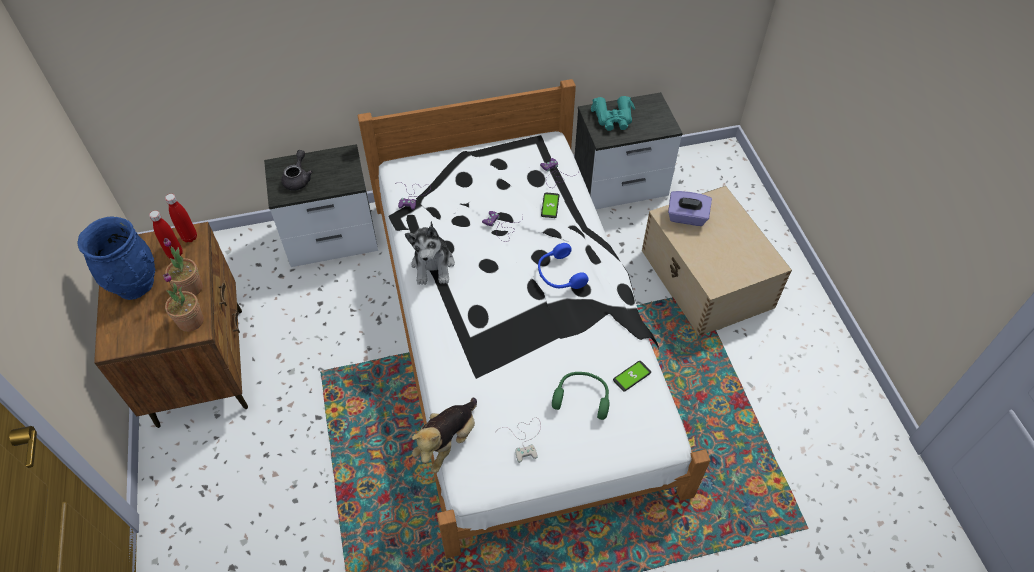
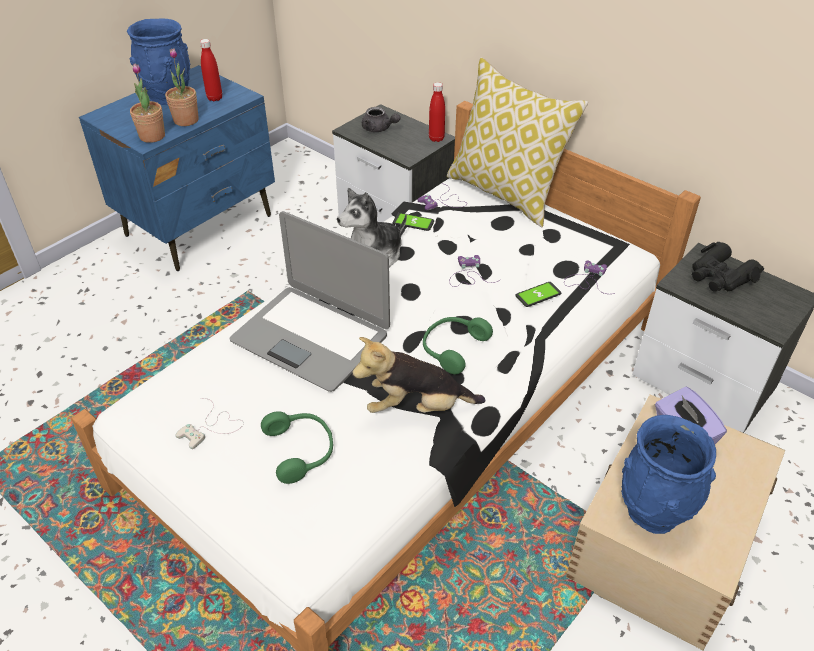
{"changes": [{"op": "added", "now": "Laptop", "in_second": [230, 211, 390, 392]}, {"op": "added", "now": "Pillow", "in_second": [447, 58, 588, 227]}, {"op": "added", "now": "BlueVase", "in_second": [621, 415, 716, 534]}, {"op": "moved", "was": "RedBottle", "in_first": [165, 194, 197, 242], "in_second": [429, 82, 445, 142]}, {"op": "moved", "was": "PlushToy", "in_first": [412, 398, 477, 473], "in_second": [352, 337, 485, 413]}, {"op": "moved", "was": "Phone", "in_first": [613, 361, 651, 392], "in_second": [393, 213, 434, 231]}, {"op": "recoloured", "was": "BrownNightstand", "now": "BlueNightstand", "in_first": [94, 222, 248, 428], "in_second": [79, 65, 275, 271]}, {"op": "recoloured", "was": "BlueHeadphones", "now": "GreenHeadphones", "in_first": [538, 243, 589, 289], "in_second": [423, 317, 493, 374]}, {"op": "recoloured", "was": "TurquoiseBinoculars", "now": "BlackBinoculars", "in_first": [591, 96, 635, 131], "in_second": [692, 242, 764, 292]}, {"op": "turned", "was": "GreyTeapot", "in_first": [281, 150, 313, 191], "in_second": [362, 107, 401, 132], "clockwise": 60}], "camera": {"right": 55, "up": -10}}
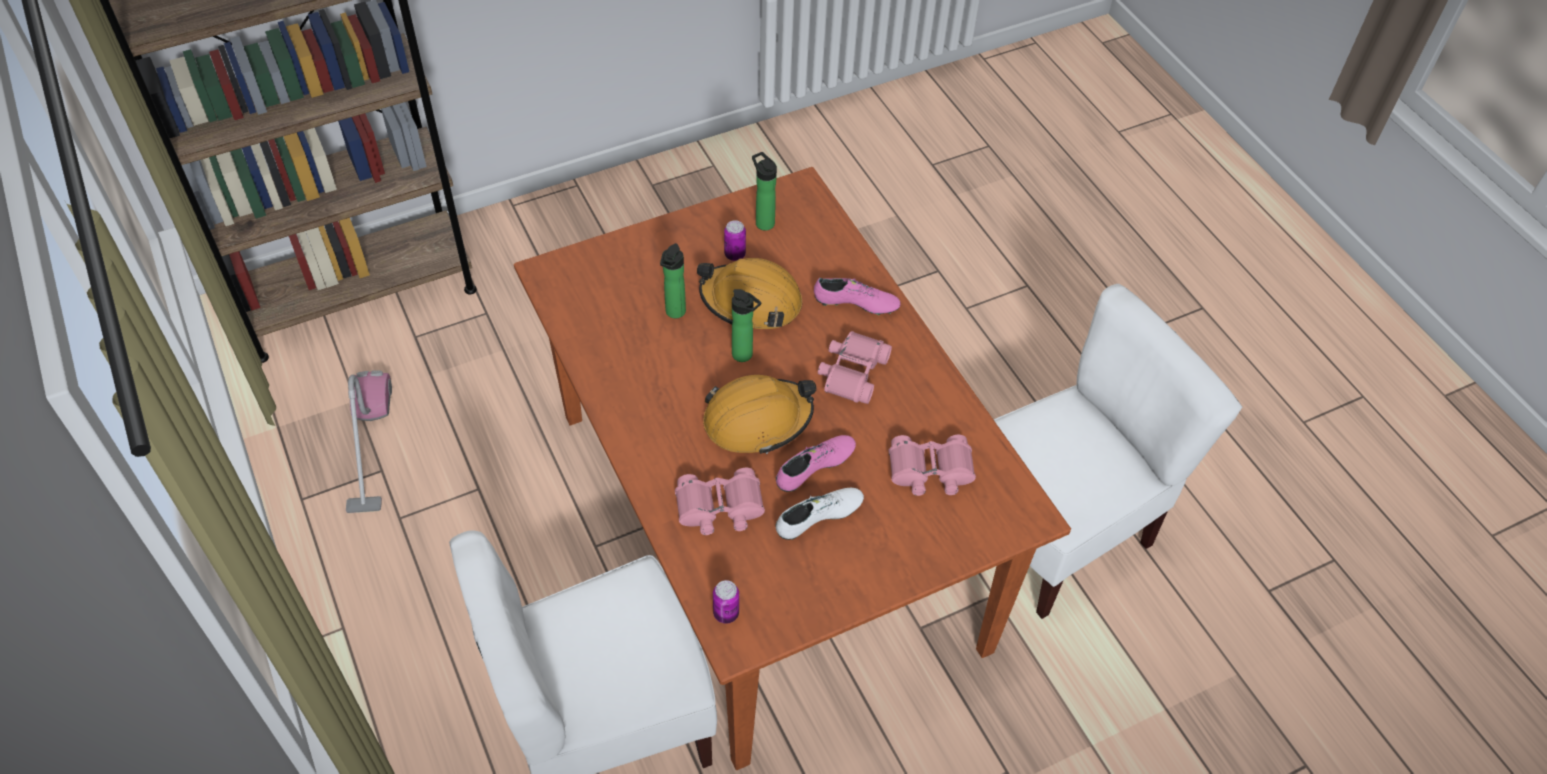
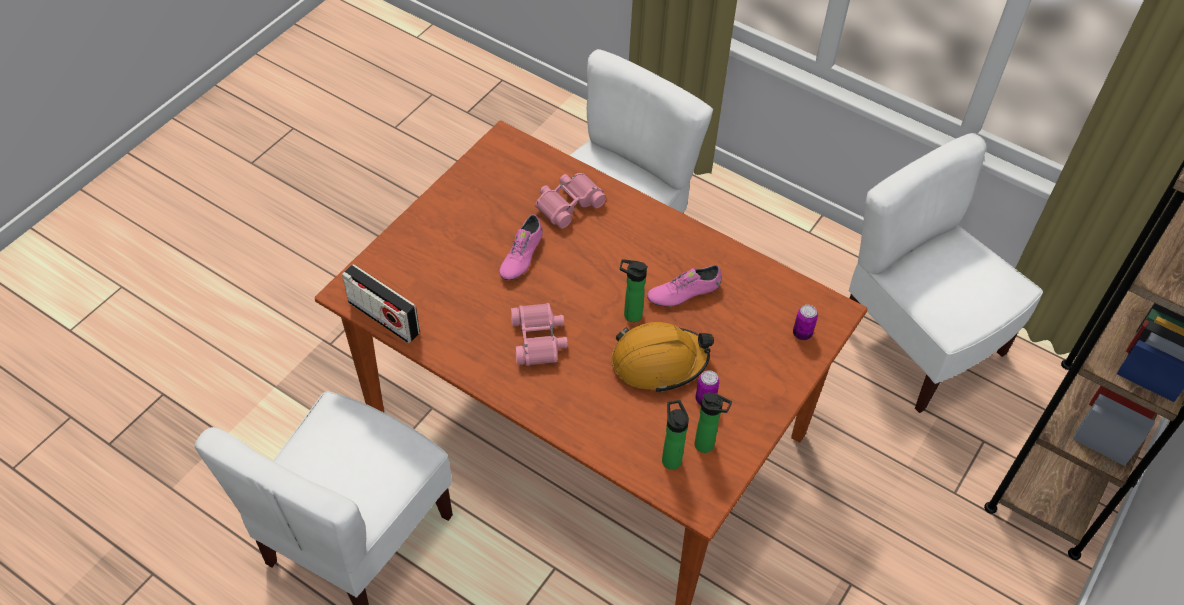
{"changes": [{"op": "removed", "was": "OrangeHardHat", "in_first": [703, 375, 816, 454]}, {"op": "removed", "was": "WhiteShoe", "in_first": [776, 488, 864, 540]}, {"op": "removed", "was": "PinkBinoculars", "in_first": [888, 435, 976, 496]}, {"op": "added", "now": "Radio", "in_second": [342, 264, 420, 343]}, {"op": "moved", "was": "Bottle", "in_first": [660, 243, 686, 318], "in_second": [662, 400, 689, 470]}, {"op": "moved", "was": "Can", "in_first": [713, 580, 739, 624], "in_second": [793, 304, 818, 340]}, {"op": "moved", "was": "PinkShoe", "in_first": [814, 278, 901, 315], "in_second": [647, 265, 722, 307]}, {"op": "replaced", "was": "VacuumCleaner", "now": "WhiteChair", "in_first": [346, 370, 392, 513], "in_second": [848, 133, 1043, 413]}], "camera": {"right": 150, "up": 0}}
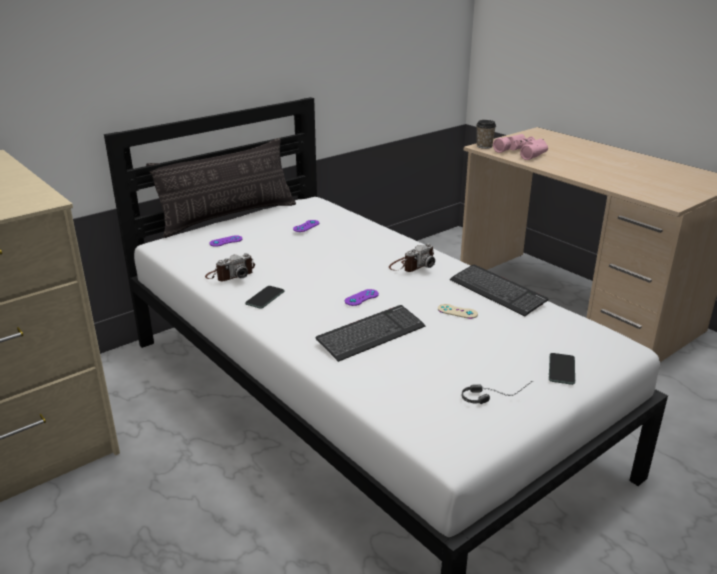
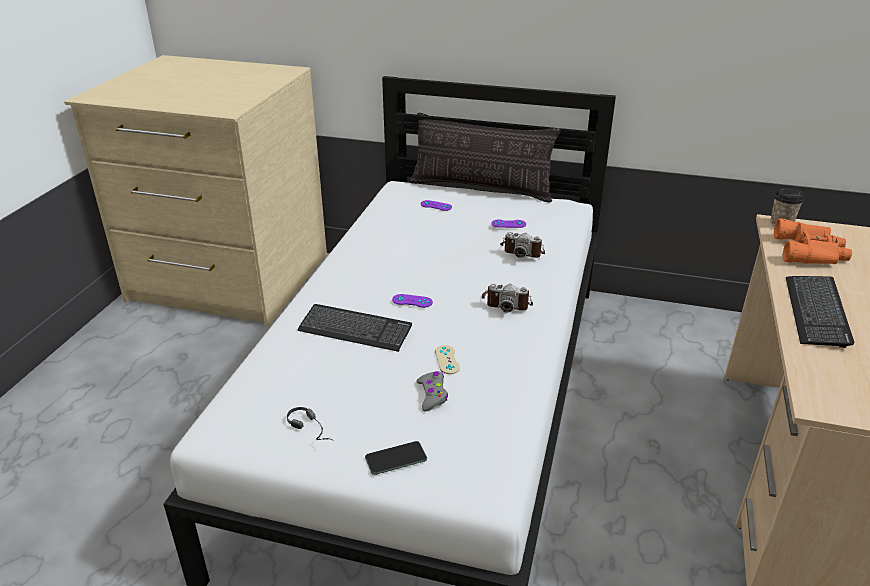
{"changes": [{"op": "removed", "was": "Phone", "in_first": [245, 286, 285, 309]}, {"op": "added", "now": "GreyGameController", "in_second": [416, 371, 448, 411]}, {"op": "moved", "was": "PhotoCamera", "in_first": [205, 253, 255, 281], "in_second": [500, 232, 545, 258]}, {"op": "moved", "was": "Keyboard", "in_first": [450, 265, 549, 316], "in_second": [786, 276, 854, 348]}, {"op": "recoloured", "was": "PinkBinoculars", "now": "OrangeBinoculars", "in_first": [493, 134, 548, 160], "in_second": [774, 218, 852, 264]}], "camera": {"right": 55, "up": 5}}
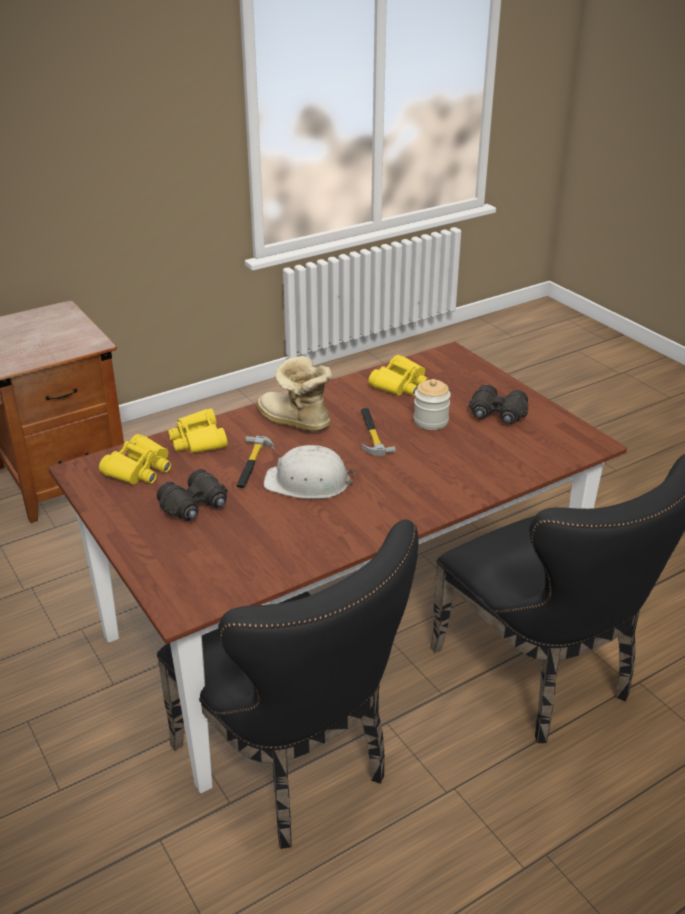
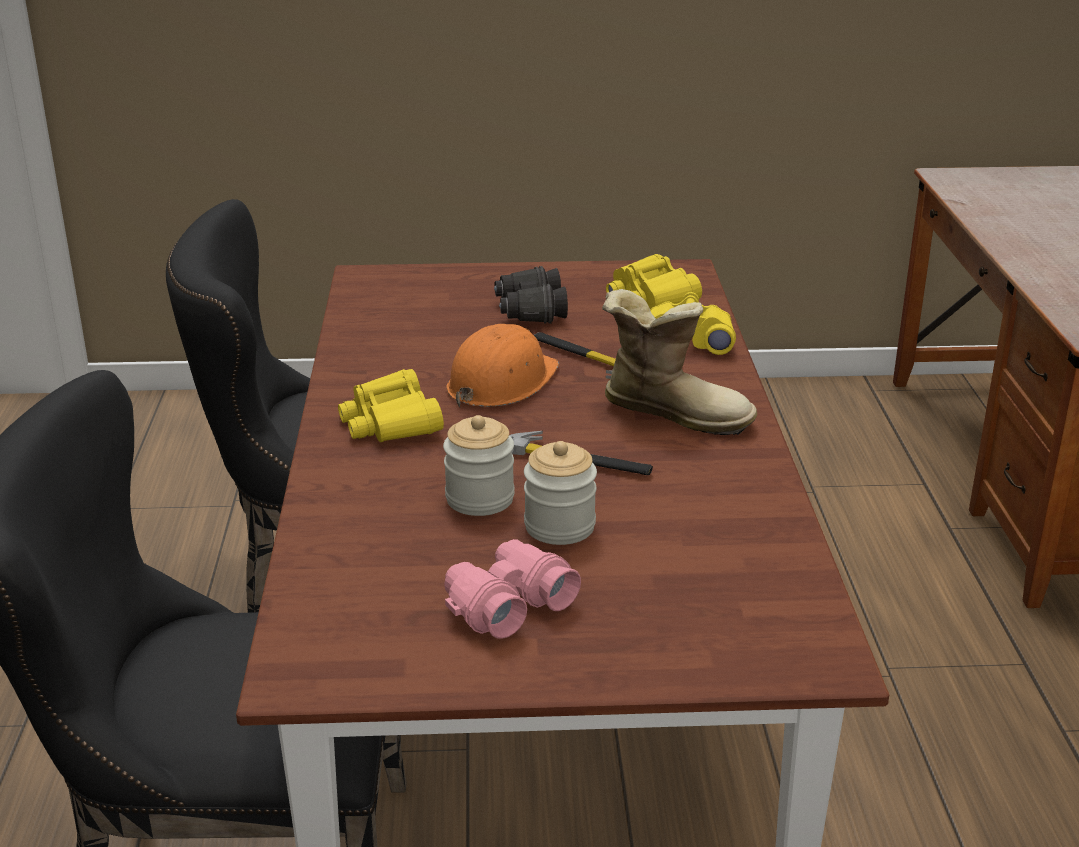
{"changes": [{"op": "added", "now": "Jar", "in_second": [443, 415, 515, 516]}, {"op": "moved", "was": "YellowBinoculars", "in_first": [368, 355, 429, 396], "in_second": [338, 369, 444, 442]}, {"op": "recoloured", "was": "WhiteHardHat", "now": "OrangeHardHat", "in_first": [264, 445, 355, 499], "in_second": [446, 324, 559, 408]}, {"op": "recoloured", "was": "BlackBinoculars", "now": "PinkBinoculars", "in_first": [469, 385, 528, 424], "in_second": [444, 539, 581, 639]}, {"op": "turned", "was": "Boot", "in_first": [257, 356, 333, 432], "in_second": [602, 289, 757, 436], "clockwise": 45}], "camera": {"right": 120, "up": -5}}
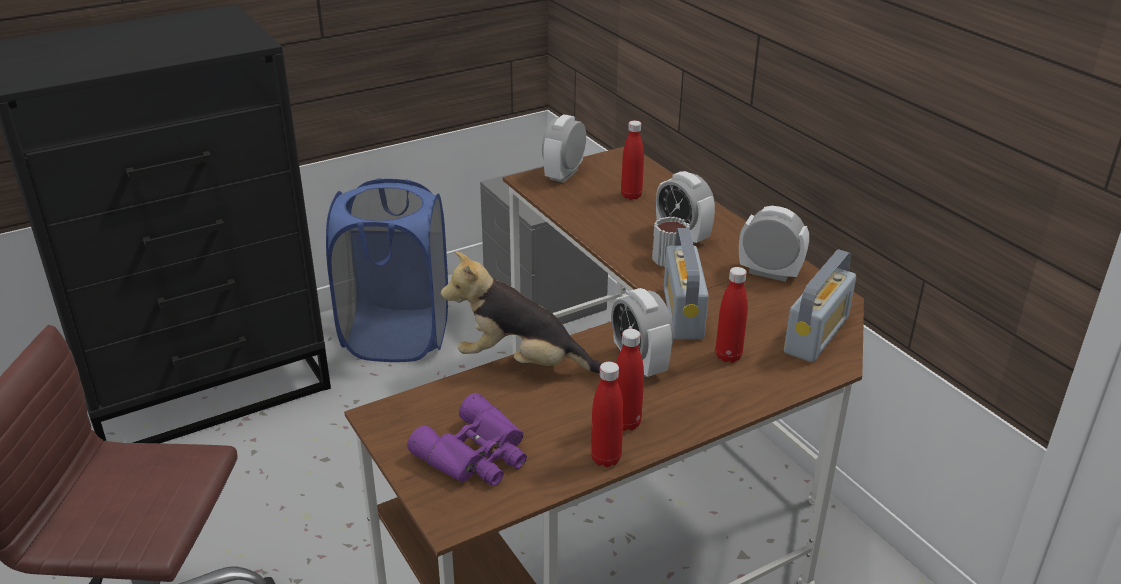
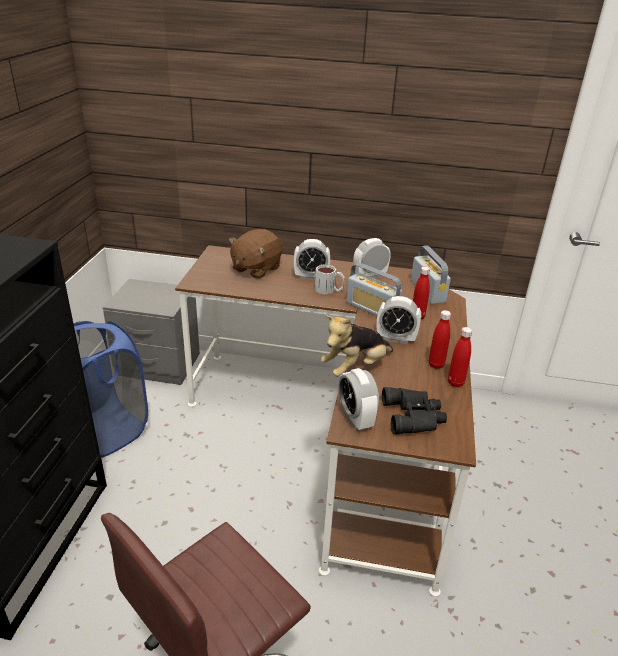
{"changes": [{"op": "moved", "was": "AlarmClock", "in_first": [542, 115, 586, 183], "in_second": [339, 368, 379, 430]}, {"op": "replaced", "was": "RedBottle", "now": "BrownPlushToy", "in_first": [621, 120, 644, 200], "in_second": [229, 229, 283, 279]}, {"op": "recoloured", "was": "PurpleBinoculars", "now": "BlackBinoculars", "in_first": [407, 393, 527, 486], "in_second": [382, 387, 447, 434]}], "camera": {"right": -50, "up": 0}}
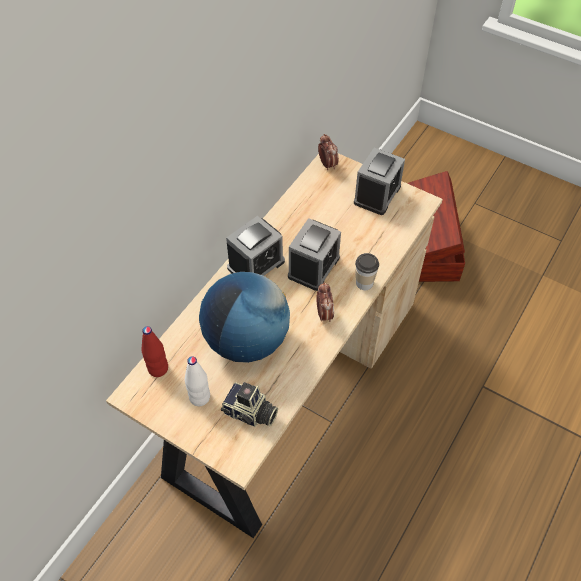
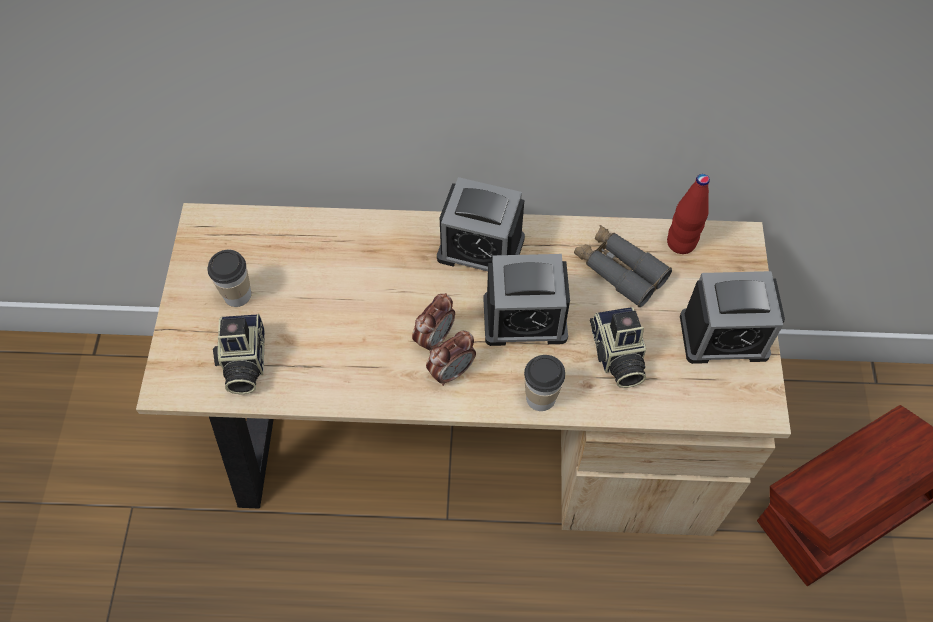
{"changes": [{"op": "removed", "was": "Globe", "in_first": [199, 272, 290, 363]}, {"op": "added", "now": "GreyBinoculars", "in_second": [574, 225, 672, 307]}, {"op": "added", "now": "PhotoCamera", "in_second": [590, 307, 646, 388]}, {"op": "moved", "was": "RedBottle", "in_first": [141, 326, 168, 377], "in_second": [667, 174, 710, 254]}, {"op": "moved", "was": "AlarmClock", "in_first": [318, 134, 339, 170], "in_second": [412, 293, 455, 352]}, {"op": "replaced", "was": "WhiteBottle", "now": "Cup", "in_first": [185, 356, 210, 406], "in_second": [207, 250, 251, 307]}], "camera": {"right": 60, "up": 5}}
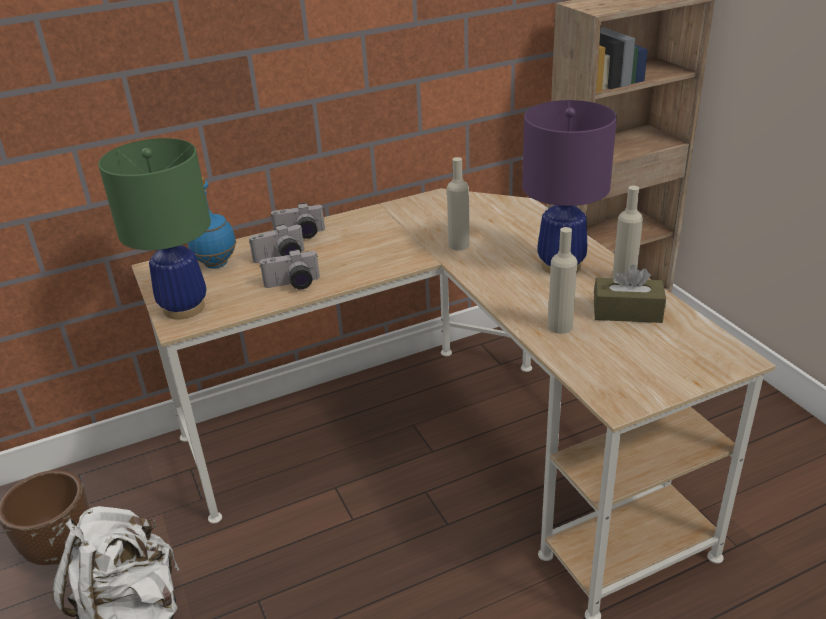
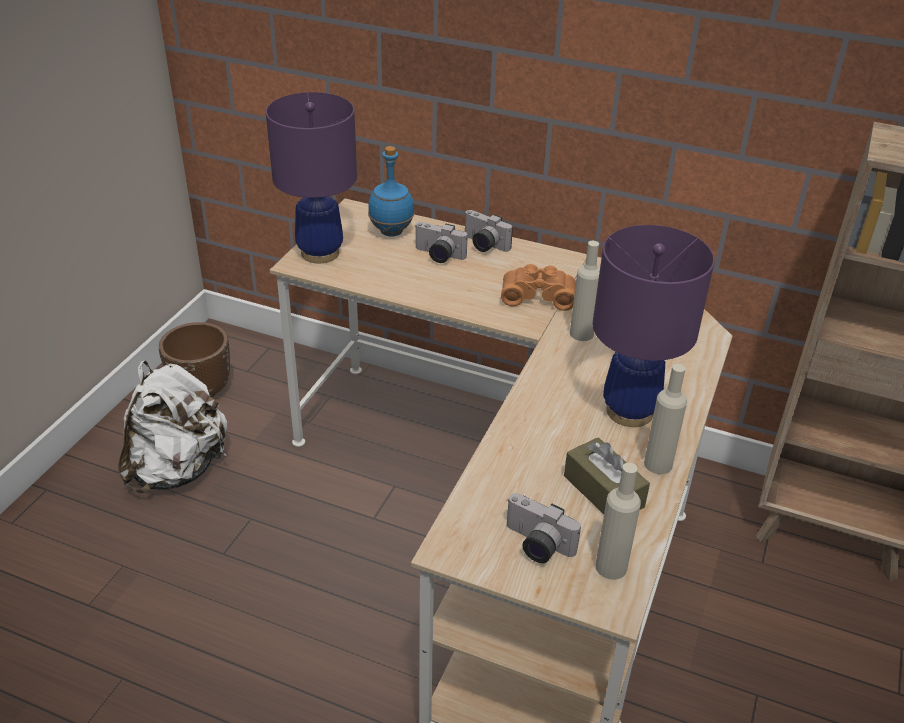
{"changes": [{"op": "added", "now": "OrangeBinoculars", "in_second": [501, 264, 576, 311]}, {"op": "moved", "was": "PhotoCamera", "in_first": [260, 249, 320, 290], "in_second": [507, 493, 581, 563]}, {"op": "moved", "was": "BeigeBottle", "in_first": [548, 227, 578, 334], "in_second": [595, 463, 641, 580]}, {"op": "recoloured", "was": "GreenTableLamp", "now": "PurpleTableLamp", "in_first": [98, 138, 211, 319], "in_second": [266, 92, 357, 263]}], "camera": {"right": 45, "up": 5}}
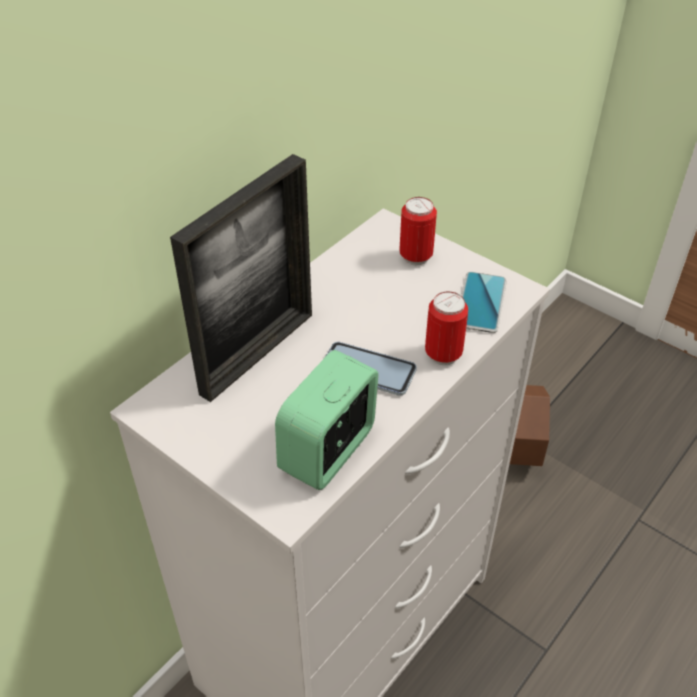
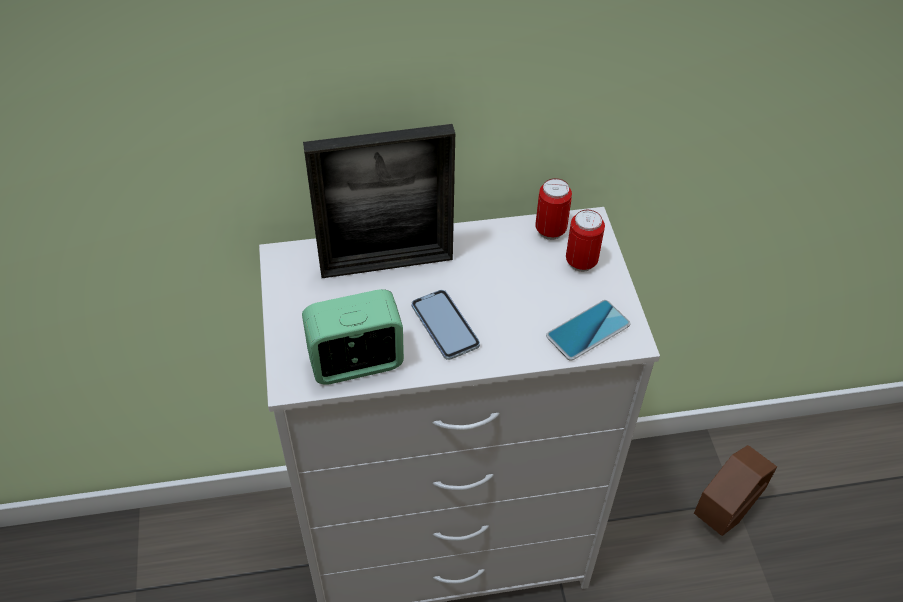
{"changes": [{"op": "moved", "was": "Can", "in_first": [425, 292, 468, 365], "in_second": [535, 178, 572, 240]}], "camera": {"right": 40, "up": 5}}
